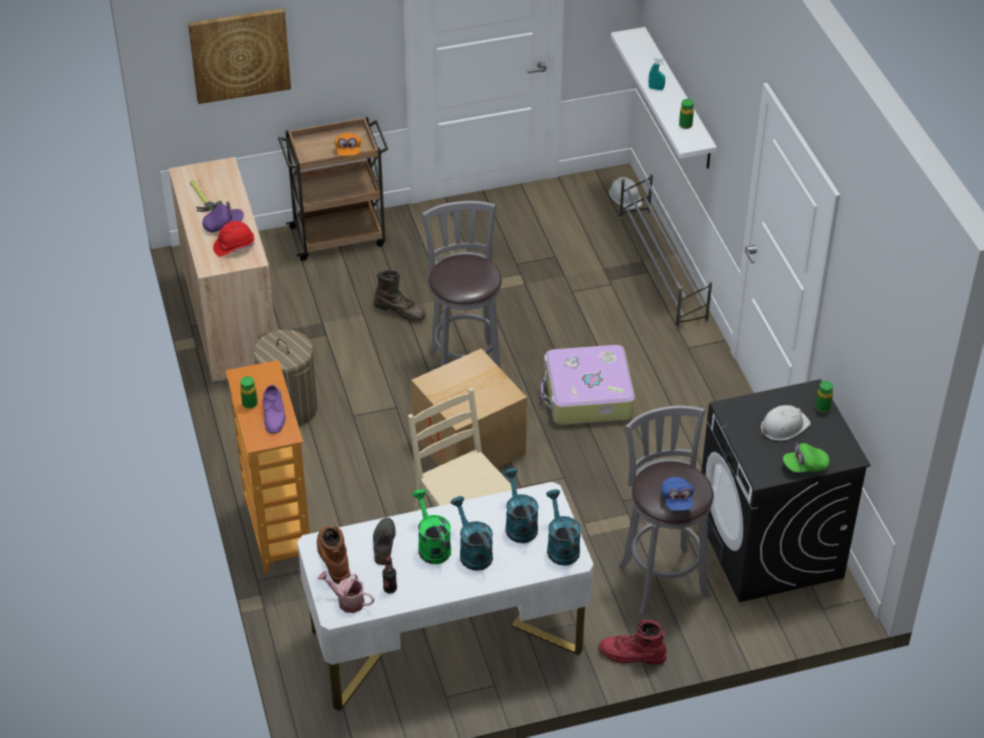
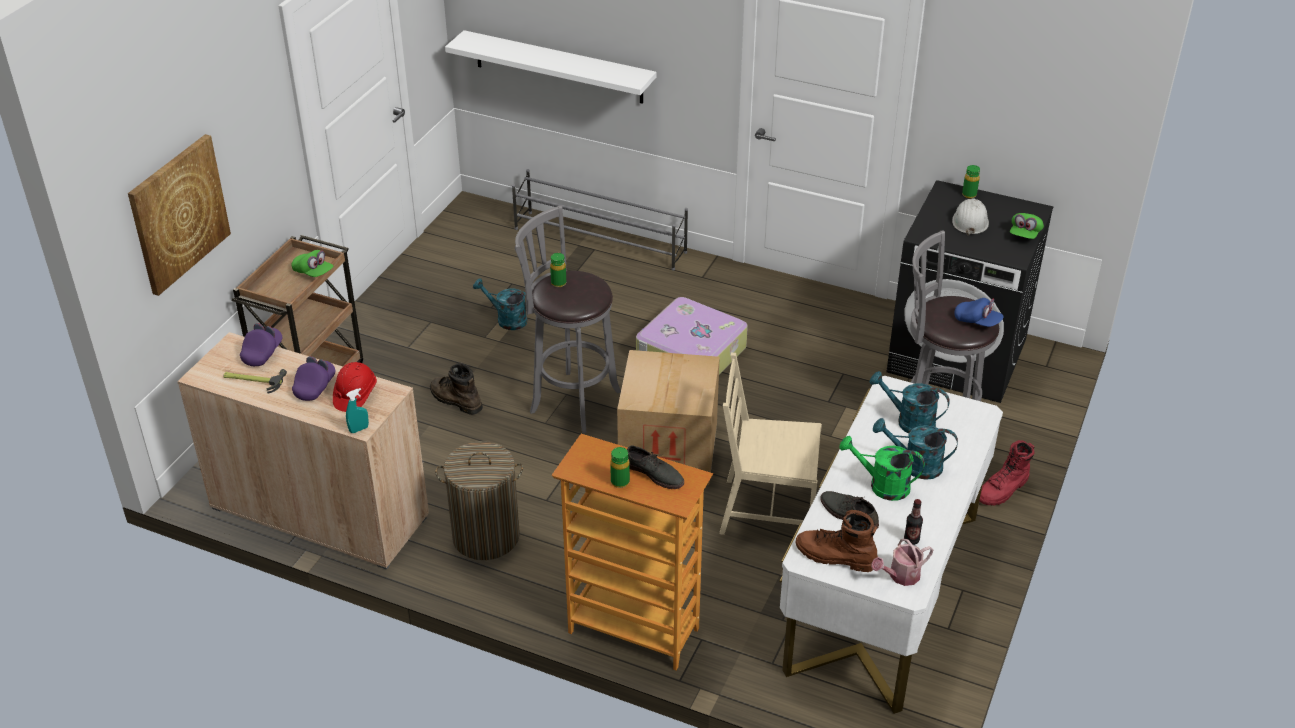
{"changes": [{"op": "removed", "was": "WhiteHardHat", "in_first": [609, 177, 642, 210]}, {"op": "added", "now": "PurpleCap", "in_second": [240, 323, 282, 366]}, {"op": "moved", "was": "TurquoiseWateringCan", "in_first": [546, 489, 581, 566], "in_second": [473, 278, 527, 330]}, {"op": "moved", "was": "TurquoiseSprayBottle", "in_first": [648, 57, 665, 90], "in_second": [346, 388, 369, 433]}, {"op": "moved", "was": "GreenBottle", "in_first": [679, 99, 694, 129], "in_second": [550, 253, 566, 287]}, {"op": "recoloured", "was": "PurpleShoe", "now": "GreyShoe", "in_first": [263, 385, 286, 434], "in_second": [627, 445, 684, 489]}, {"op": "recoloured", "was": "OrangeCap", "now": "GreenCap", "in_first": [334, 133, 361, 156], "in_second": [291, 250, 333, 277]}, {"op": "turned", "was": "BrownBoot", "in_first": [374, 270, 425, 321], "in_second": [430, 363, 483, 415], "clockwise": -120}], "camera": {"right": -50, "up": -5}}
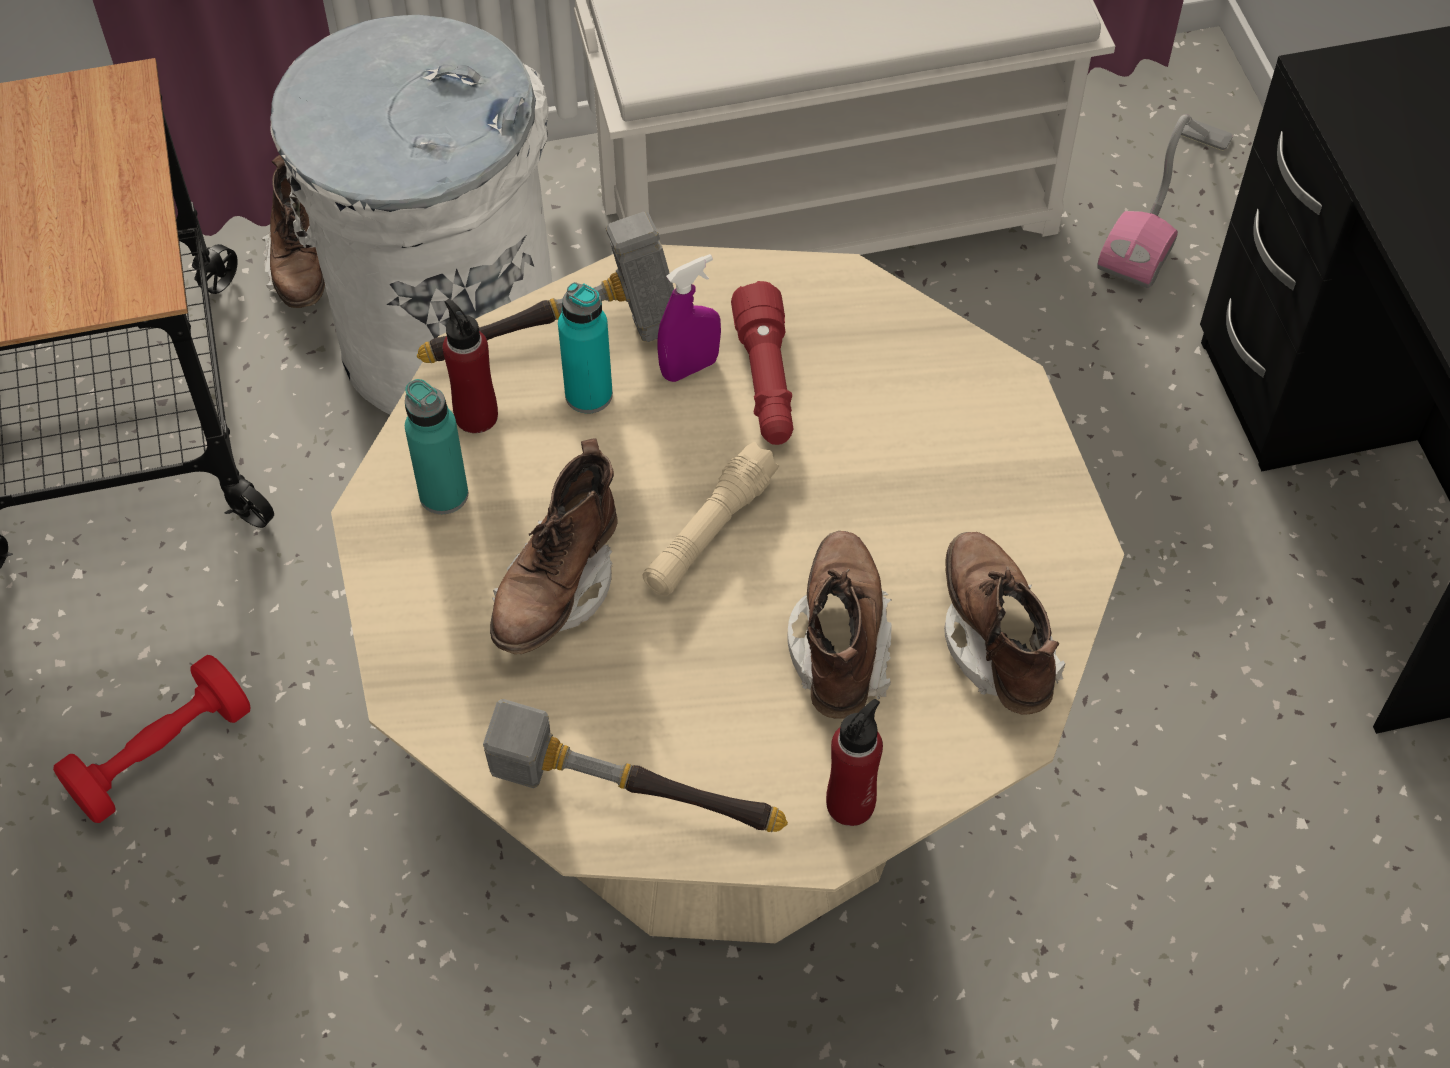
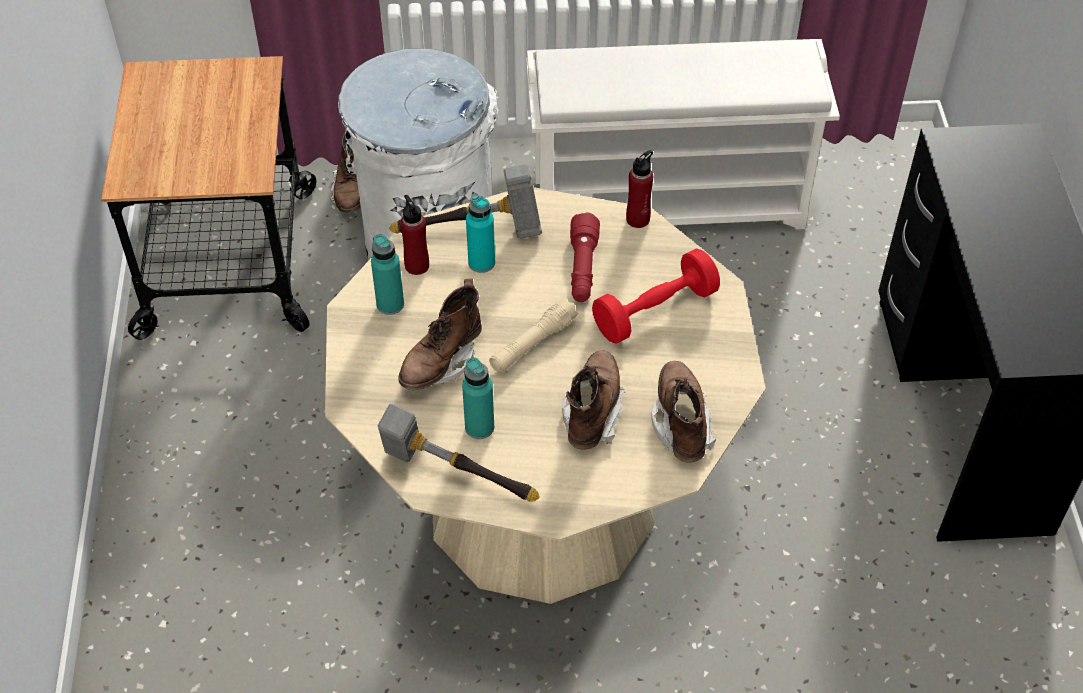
{"changes": [{"op": "removed", "was": "PurpleSprayBottle", "in_first": [657, 254, 721, 382]}, {"op": "removed", "was": "VacuumCleaner", "in_first": [1097, 114, 1233, 288]}, {"op": "added", "now": "TurquoiseBottle", "in_second": [462, 357, 494, 439]}, {"op": "moved", "was": "RedDumbbell", "in_first": [53, 655, 251, 823], "in_second": [592, 249, 720, 344]}, {"op": "moved", "was": "RedBottle", "in_first": [826, 699, 883, 826], "in_second": [626, 150, 653, 228]}], "camera": {"right": 10, "up": -5}}
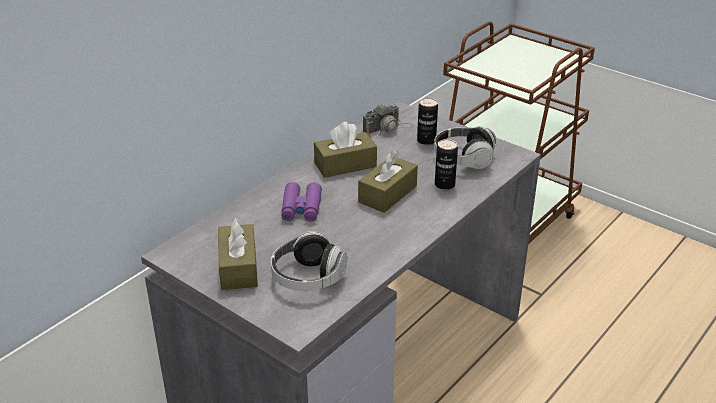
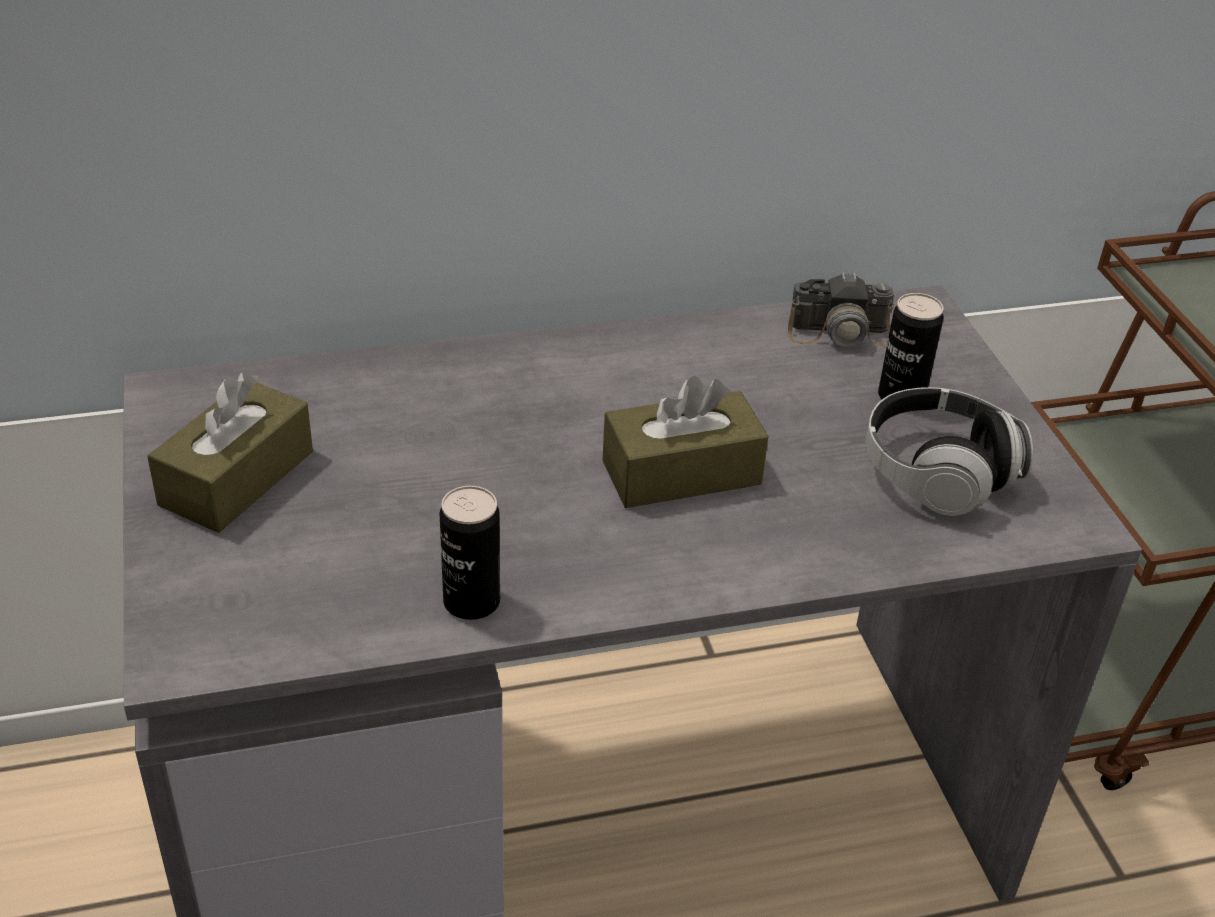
{"changes": [{"op": "removed", "was": "Headphones", "in_first": [271, 231, 347, 291]}, {"op": "removed", "was": "PurpleBinoculars", "in_first": [281, 182, 322, 222]}, {"op": "removed", "was": "BrownTissueBox", "in_first": [314, 122, 377, 178]}, {"op": "moved", "was": "Can", "in_first": [435, 139, 458, 190], "in_second": [440, 486, 500, 620]}], "camera": {"right": 35, "up": 5}}
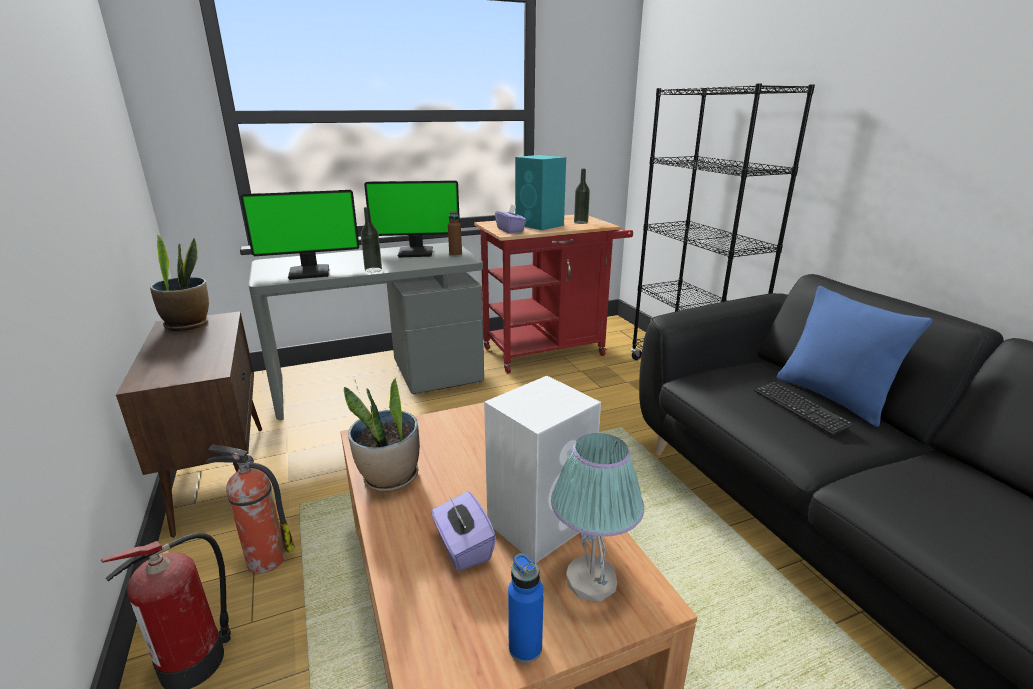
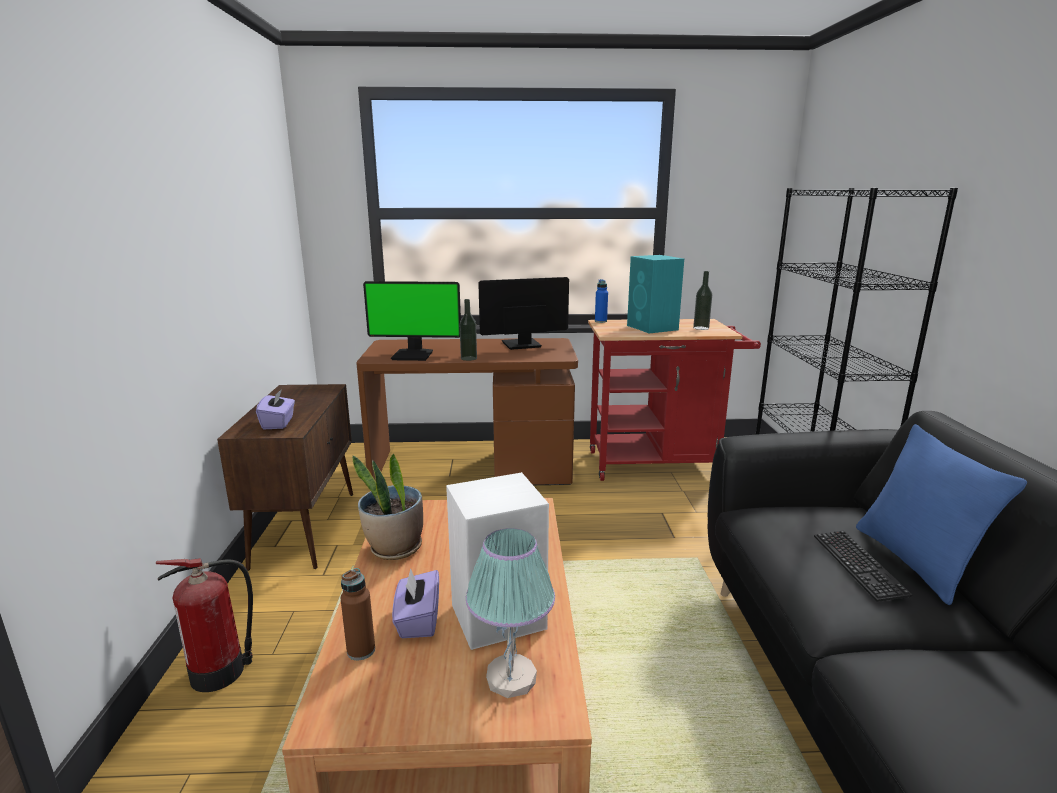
{"changes": [{"op": "removed", "was": "PottedPlant", "in_first": [150, 233, 209, 331]}, {"op": "removed", "was": "FireExtinguisher", "in_first": [206, 445, 295, 573]}, {"op": "moved", "was": "BrownBottle", "in_first": [448, 212, 462, 257], "in_second": [341, 568, 375, 660]}, {"op": "moved", "was": "PurpleTissueBox", "in_first": [495, 204, 526, 233], "in_second": [256, 389, 295, 429]}, {"op": "moved", "was": "BlueBottle", "in_first": [508, 553, 544, 663], "in_second": [595, 279, 608, 323]}, {"op": "recoloured", "was": "GreyDesk", "now": "BrownDesk", "in_first": [249, 242, 484, 420], "in_second": [356, 338, 578, 485]}, {"op": "turned", "was": "Monitor", "in_first": [364, 180, 460, 257], "in_second": [478, 277, 569, 350], "clockwise": 150}], "camera": {"right": 20, "up": -5}}
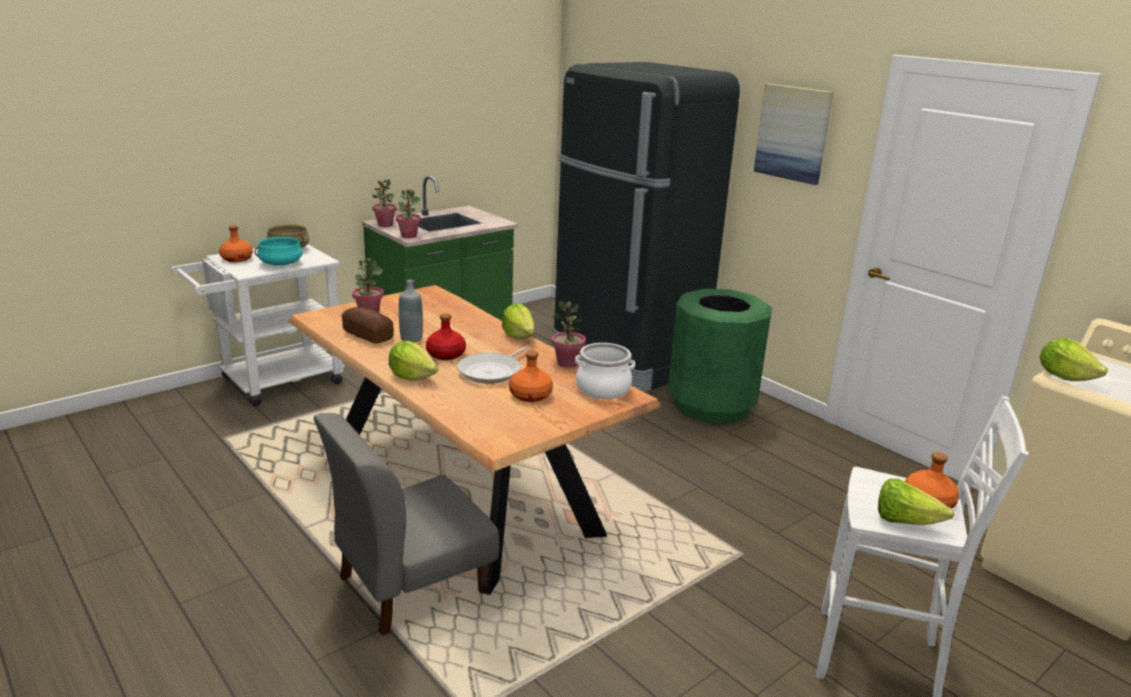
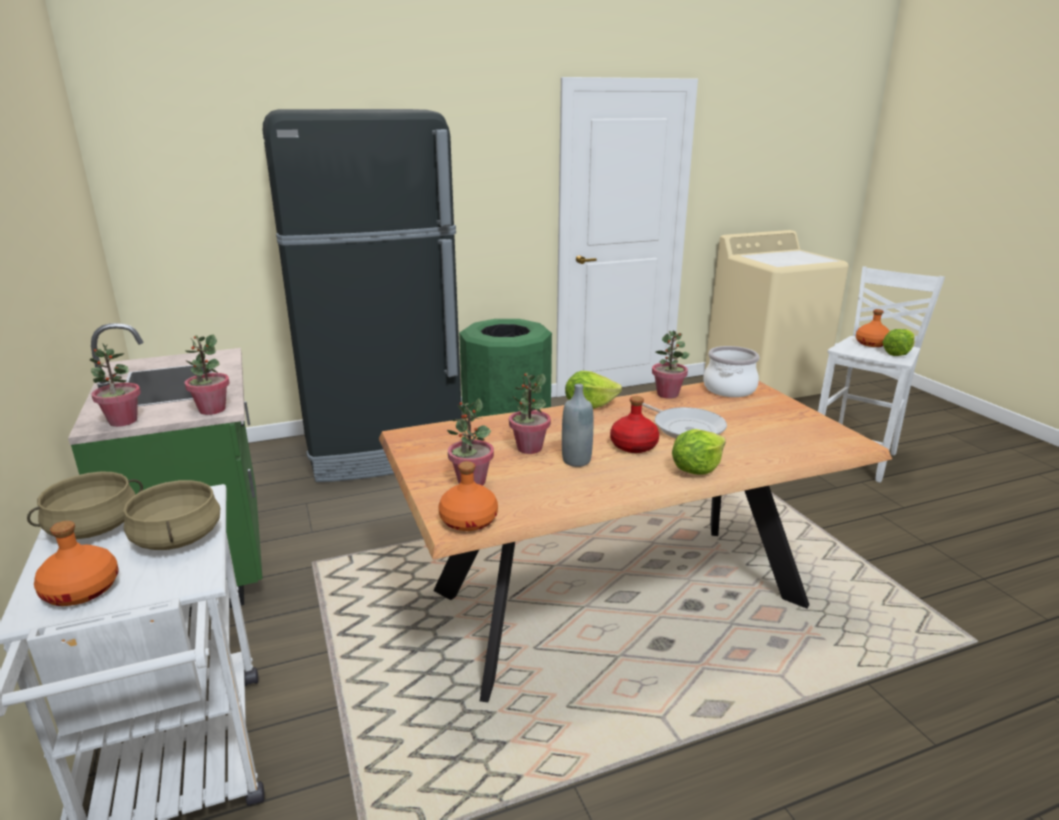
{"changes": [{"op": "removed", "was": "GreyChair", "in_first": [314, 413, 499, 636]}, {"op": "removed", "was": "Bread", "in_first": [341, 307, 394, 343]}, {"op": "removed", "was": "Picture", "in_first": [754, 84, 833, 185]}, {"op": "removed", "was": "Lettuce", "in_first": [1040, 338, 1108, 381]}, {"op": "added", "now": "PottedPlant", "in_second": [509, 373, 551, 454]}, {"op": "moved", "was": "OrangeBottle", "in_first": [509, 351, 553, 402], "in_second": [439, 461, 498, 531]}, {"op": "recoloured", "was": "TurquoiseCookingPot", "now": "BeigeCookingPot", "in_first": [255, 237, 303, 266], "in_second": [123, 480, 220, 550]}], "camera": {"right": -70, "up": 0}}
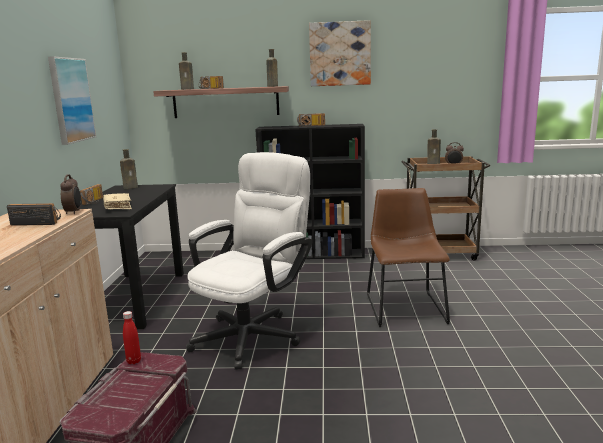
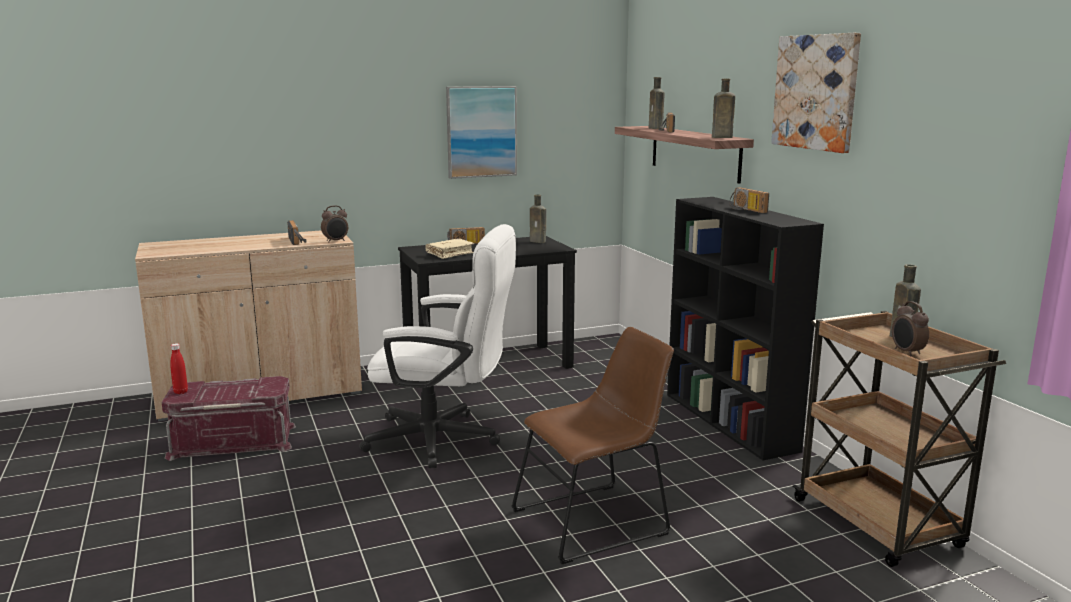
{"changes": [{"op": "moved", "was": "RedBottle", "in_first": [123, 311, 141, 364], "in_second": [170, 343, 188, 394]}], "camera": {"right": 65, "up": 0}}
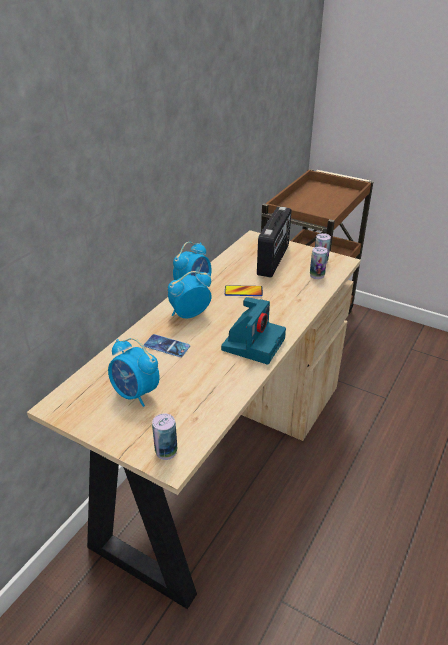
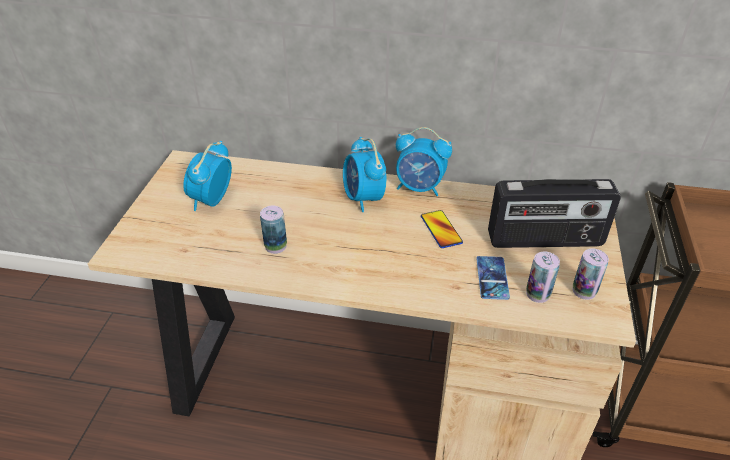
{"changes": [{"op": "removed", "was": "PhotoCamera", "in_first": [221, 297, 286, 364]}, {"op": "moved", "was": "Phone", "in_first": [144, 334, 190, 357], "in_second": [476, 256, 510, 300]}, {"op": "moved", "was": "Can", "in_first": [152, 413, 177, 460], "in_second": [260, 206, 287, 254]}, {"op": "turned", "was": "AlarmClock", "in_first": [168, 271, 212, 318], "in_second": [343, 137, 386, 212], "clockwise": -150}], "camera": {"right": 70, "up": 5}}
